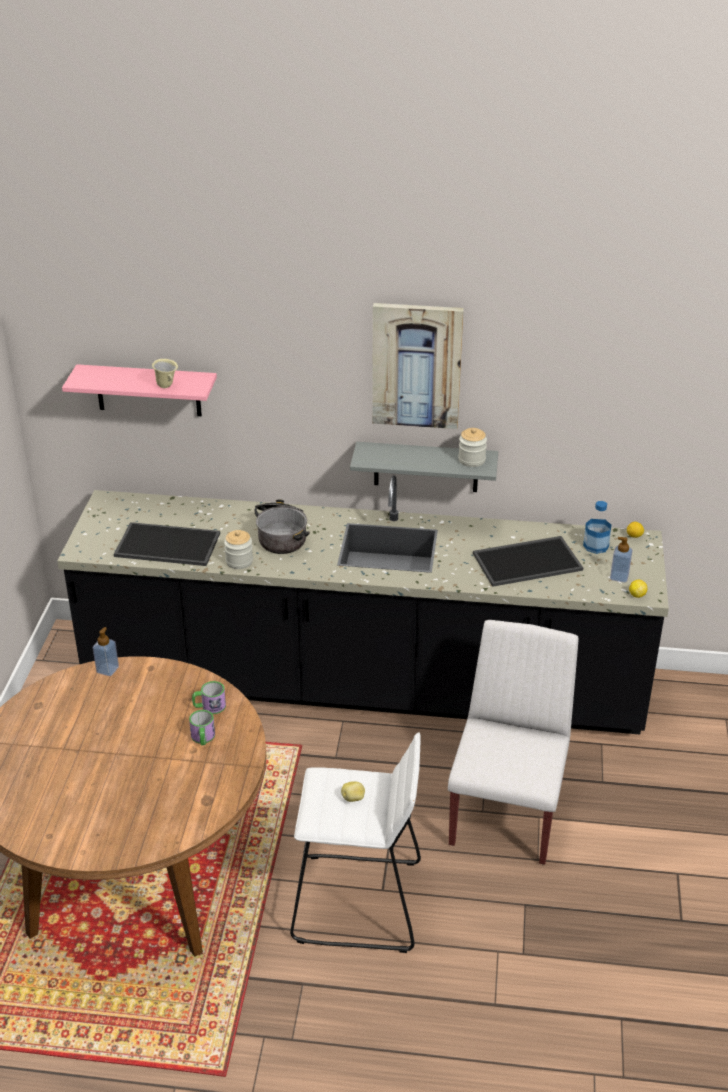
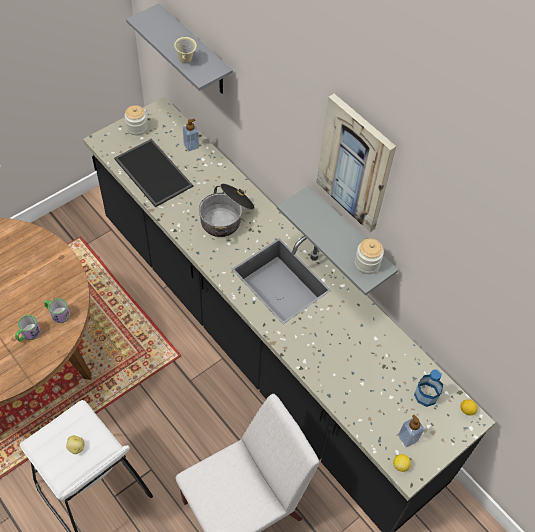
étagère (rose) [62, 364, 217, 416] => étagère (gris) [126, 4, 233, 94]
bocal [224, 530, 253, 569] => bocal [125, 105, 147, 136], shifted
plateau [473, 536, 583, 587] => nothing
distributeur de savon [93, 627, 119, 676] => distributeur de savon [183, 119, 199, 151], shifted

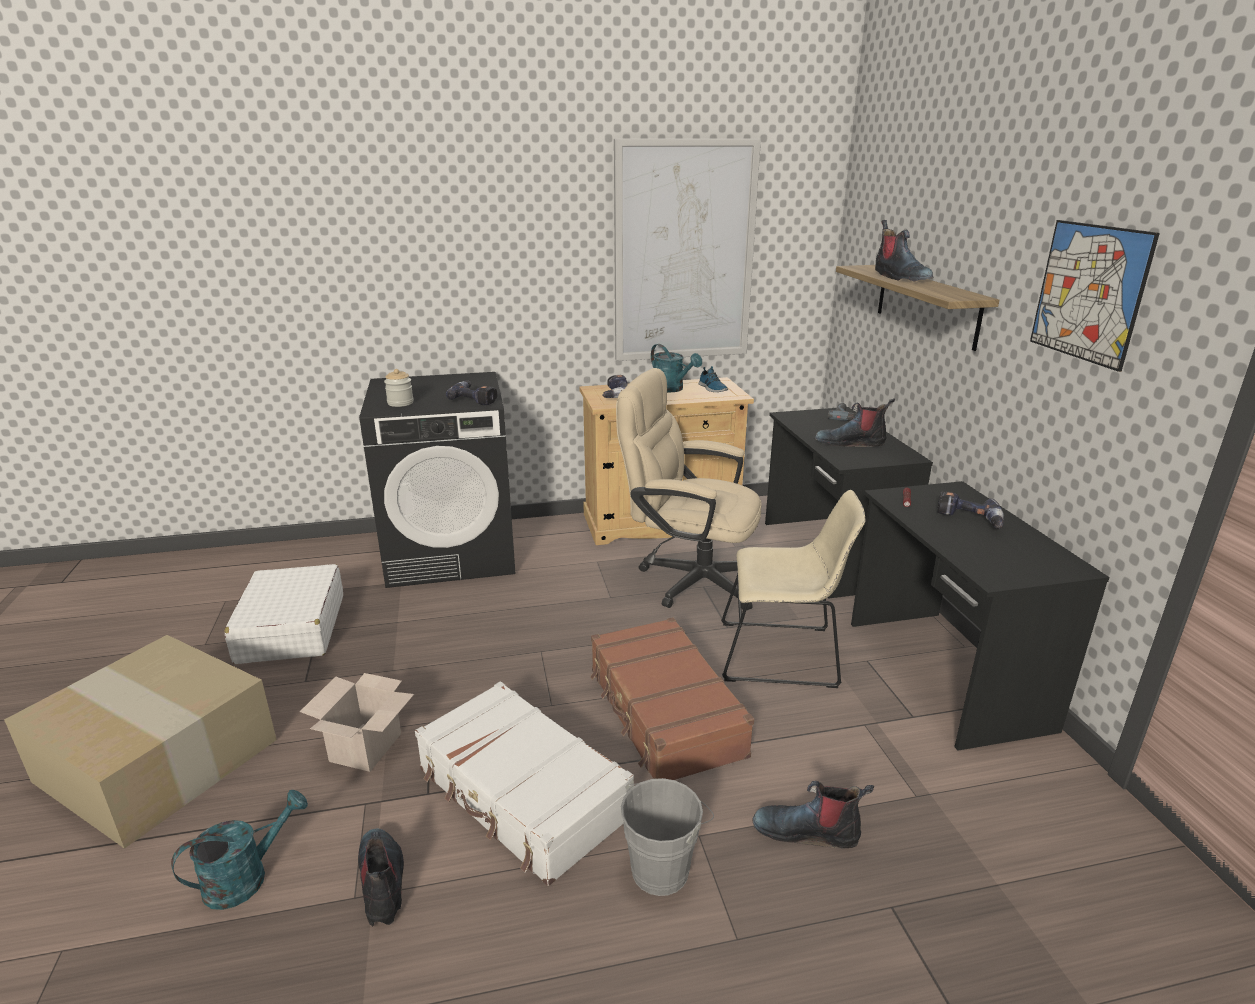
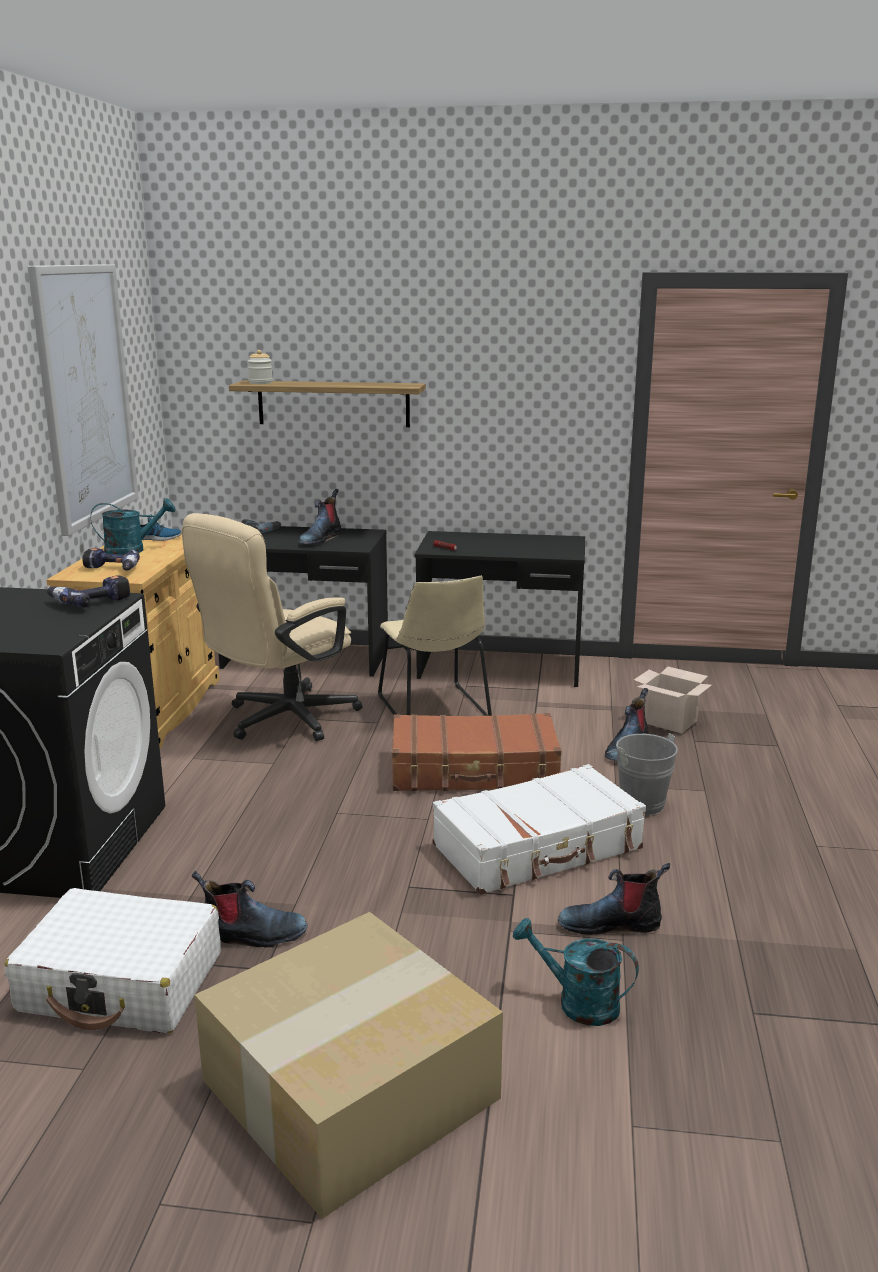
botte [875, 220, 934, 282] => botte [192, 871, 307, 948], shifted
tableau [1030, 220, 1160, 372] => nothing
bocal [384, 369, 414, 407] => bocal [248, 350, 273, 384], shifted
chaise (beige) [721, 490, 865, 688] => chaise (beige) [378, 576, 492, 716], 135 degrees clockwise
perceuse [937, 492, 1004, 529] => nothing
carton [300, 673, 414, 772] => carton [634, 667, 712, 734], shifted
arrosoir (turquoise) [171, 790, 308, 910] => arrosoir (turquoise) [513, 918, 639, 1026], 45 degrees counterclockwise

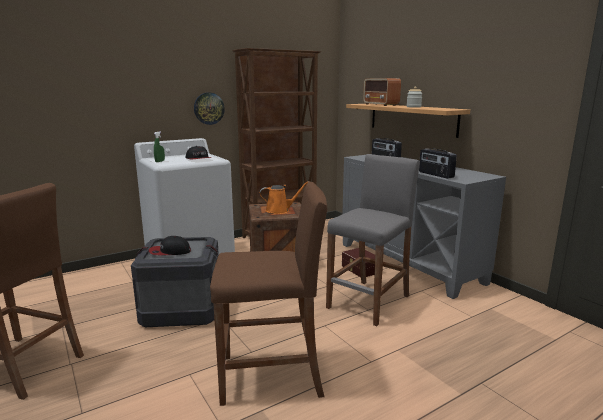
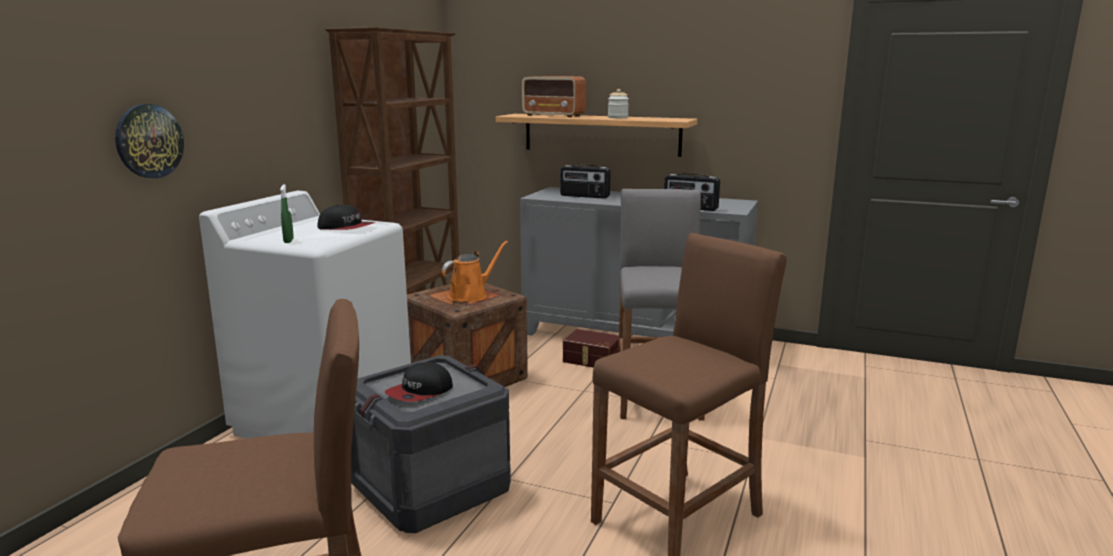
horloge murale [194, 93, 225, 125] => horloge murale [115, 104, 184, 178], shifted

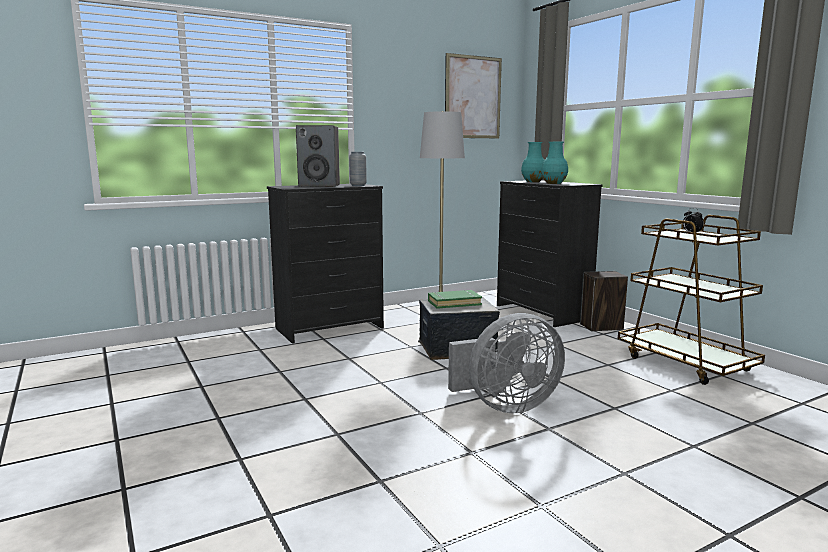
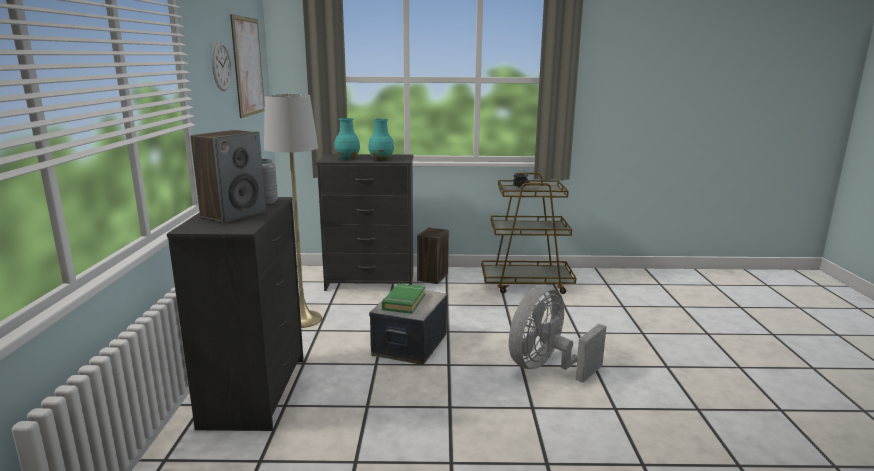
ventilateur (gris) [448, 313, 565, 414] => ventilateur (gris) [509, 286, 607, 383], 150 degrees counterclockwise
nothing => horloge murale [212, 41, 231, 91]

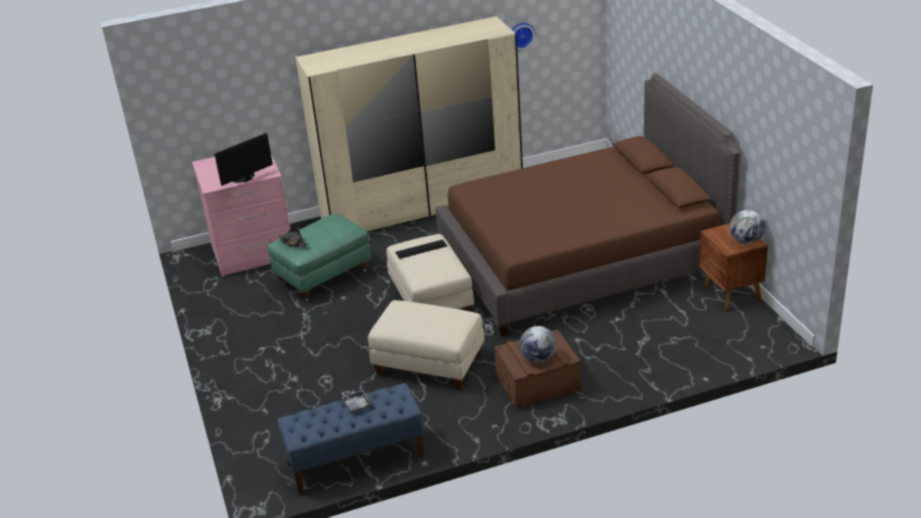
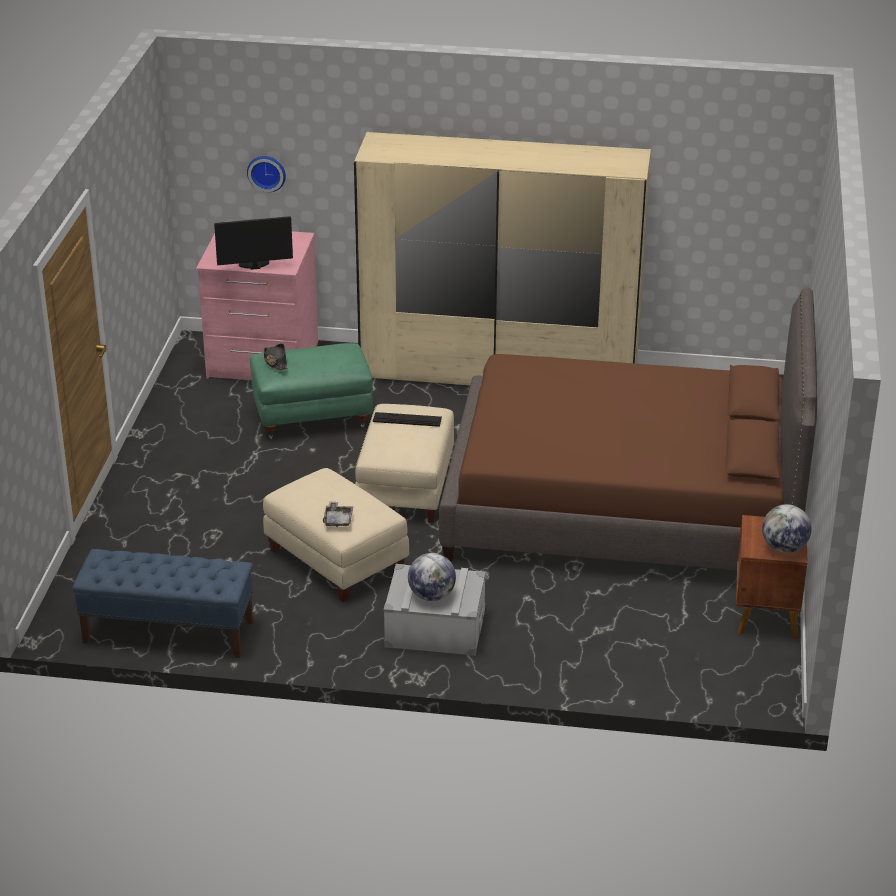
horloge murale [511, 23, 535, 51] => horloge murale [247, 156, 286, 192], shifted
boîte de rangement (marron) [494, 329, 581, 409] => boîte de rangement (gris) [384, 564, 486, 656]
plateau (gris) [342, 390, 371, 413] => plateau (gris) [323, 501, 353, 527], shifted

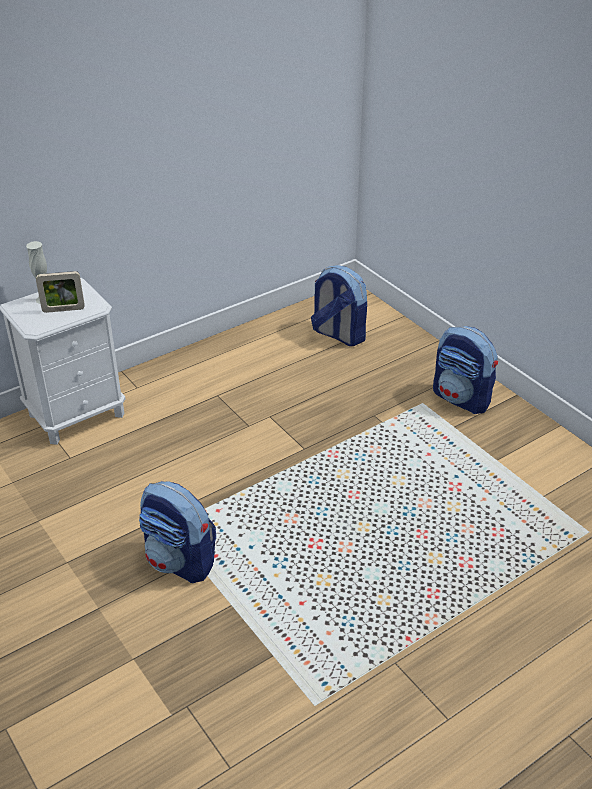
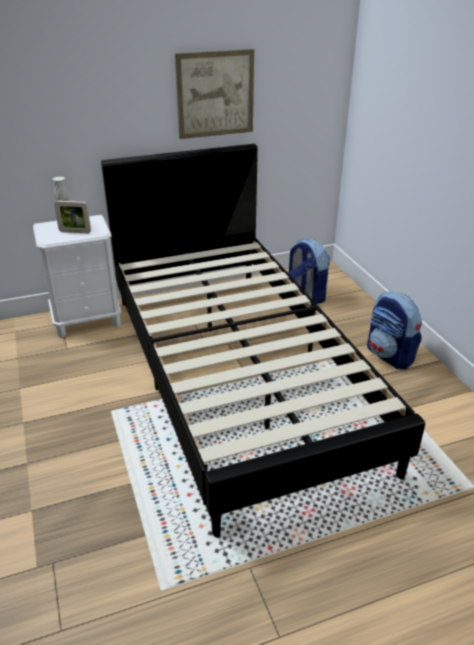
sac à dos [139, 481, 216, 583] => nothing
nothing => tableau [175, 49, 254, 139]
nothing => lit (noir) [101, 144, 425, 537]

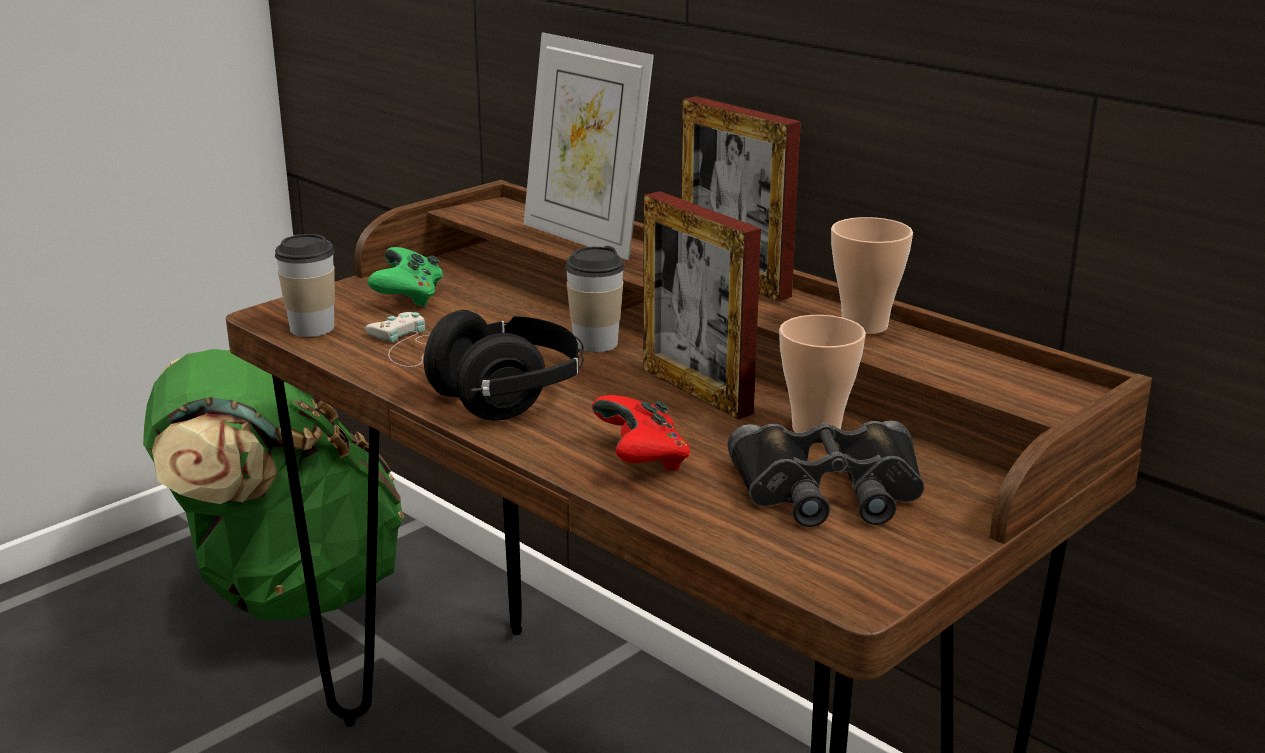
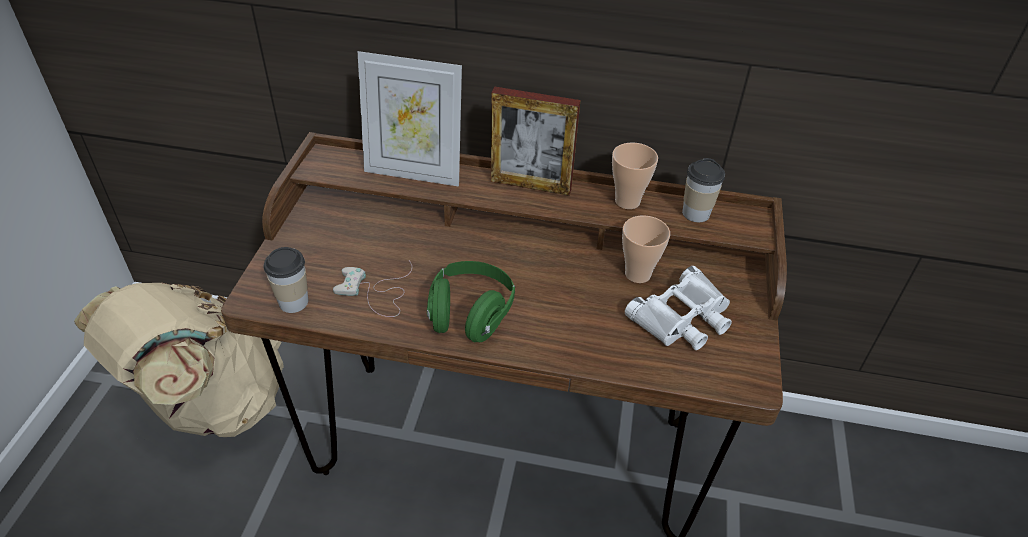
cadre photo [643, 191, 761, 419] => nothing
tasse [565, 246, 625, 352] => tasse [682, 158, 725, 222], shifted
manette (vert) [367, 247, 443, 307] => nothing
casque audio (noir) [424, 310, 584, 420] => casque audio (vert) [427, 261, 515, 342]
sac à dos (vert) [143, 349, 404, 621] => sac à dos (beige) [74, 283, 284, 437]
manette (rouge) [592, 395, 690, 471] => nothing
jumelles (noir) [727, 421, 924, 527] => jumelles (blanc) [625, 266, 732, 350]

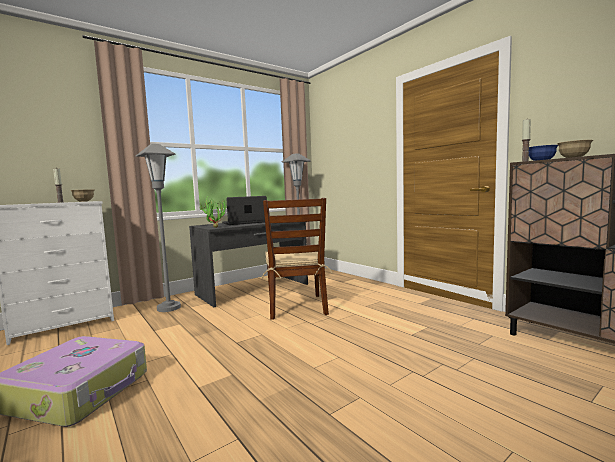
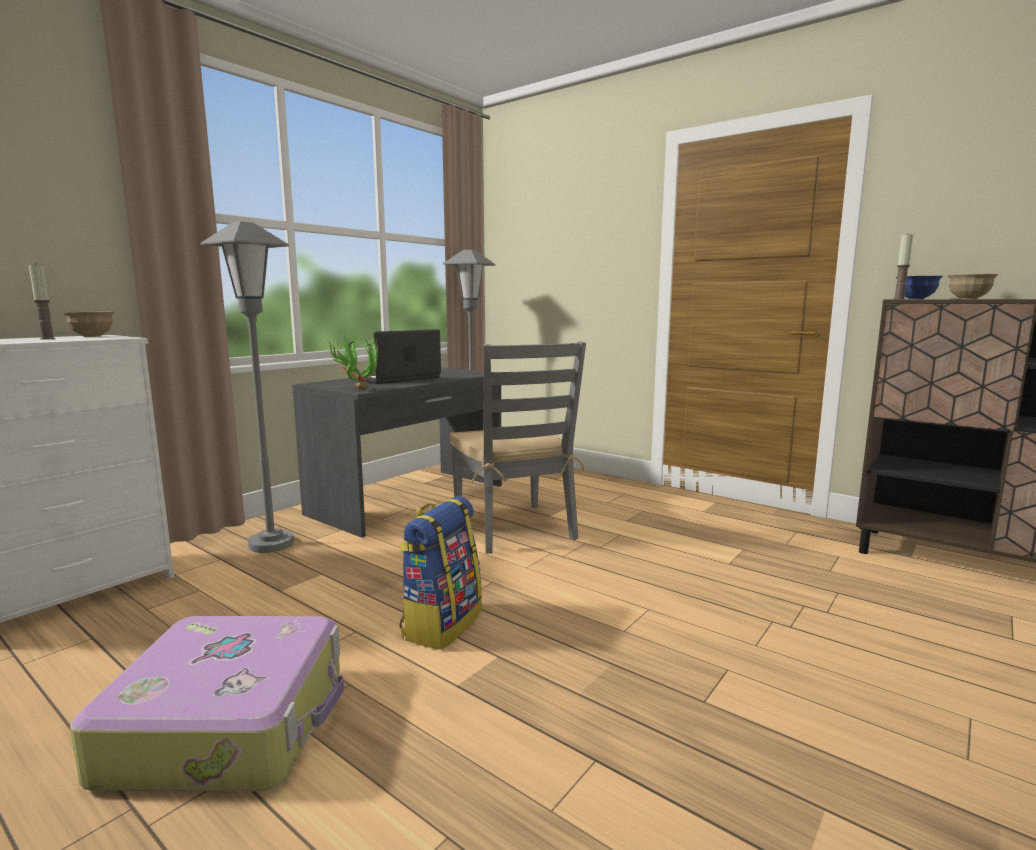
chaise (marron) [262, 198, 332, 320] => chaise (gris) [450, 341, 586, 554]
nothing => sac à dos [399, 496, 482, 650]

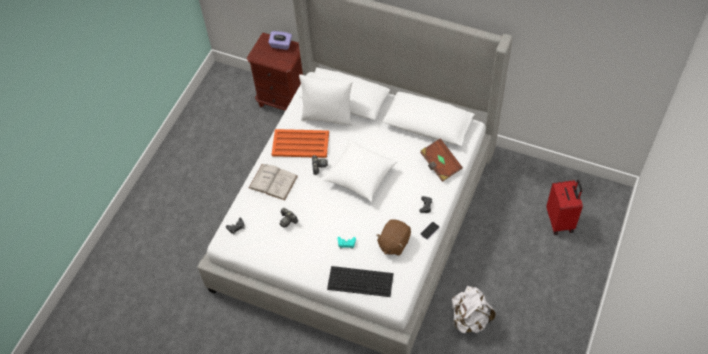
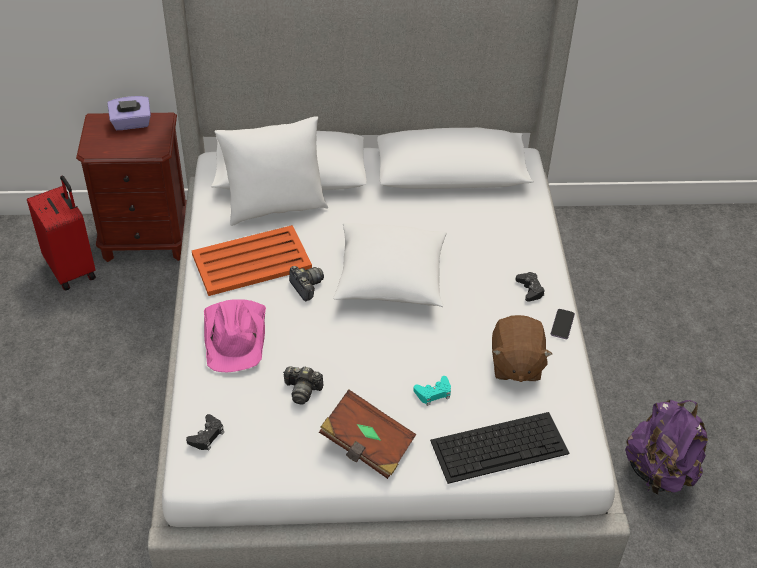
livre (marron) [420, 138, 463, 182] => livre (marron) [319, 389, 416, 479], shifted
livre (blanc) [249, 164, 298, 200] => chapeau (rose) [204, 299, 266, 372]
valise (rouge) [546, 180, 583, 235] => valise (rouge) [27, 176, 96, 291], shifted
sac à dos (blanc) [452, 286, 496, 333] => sac à dos (violet) [625, 400, 708, 495]

